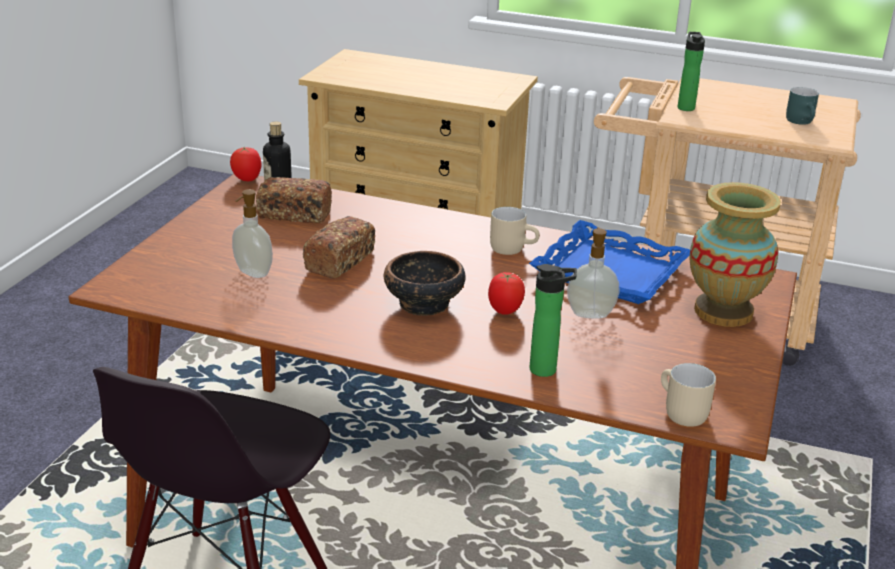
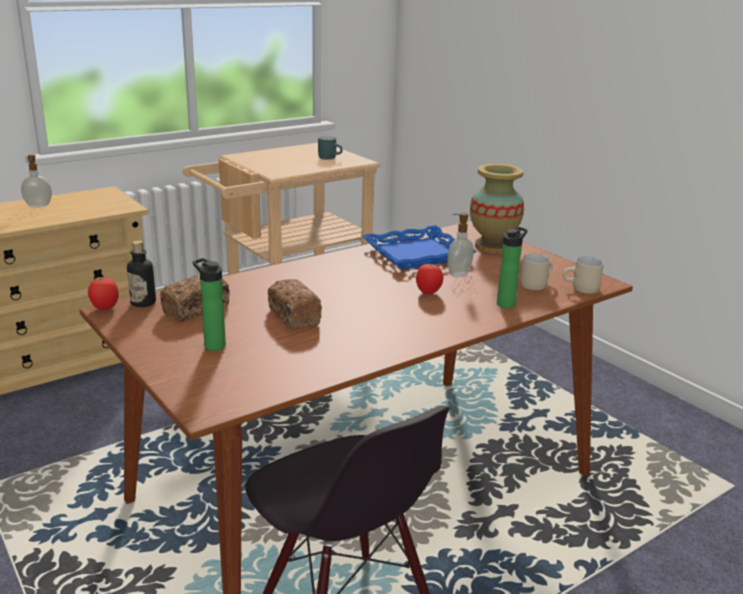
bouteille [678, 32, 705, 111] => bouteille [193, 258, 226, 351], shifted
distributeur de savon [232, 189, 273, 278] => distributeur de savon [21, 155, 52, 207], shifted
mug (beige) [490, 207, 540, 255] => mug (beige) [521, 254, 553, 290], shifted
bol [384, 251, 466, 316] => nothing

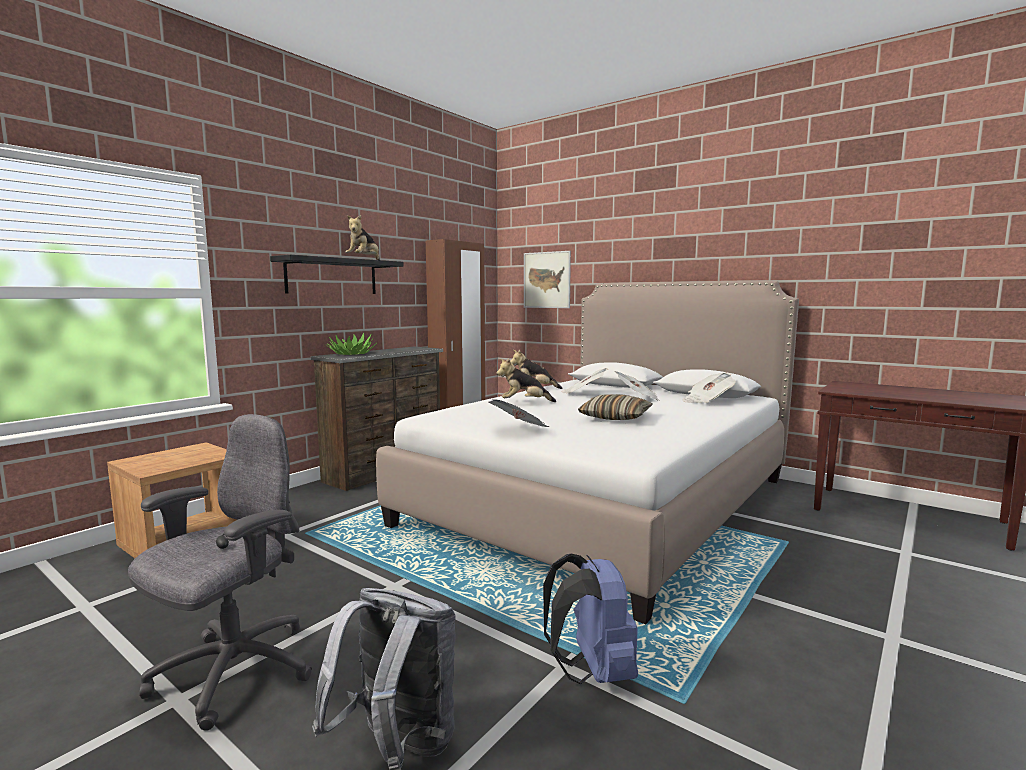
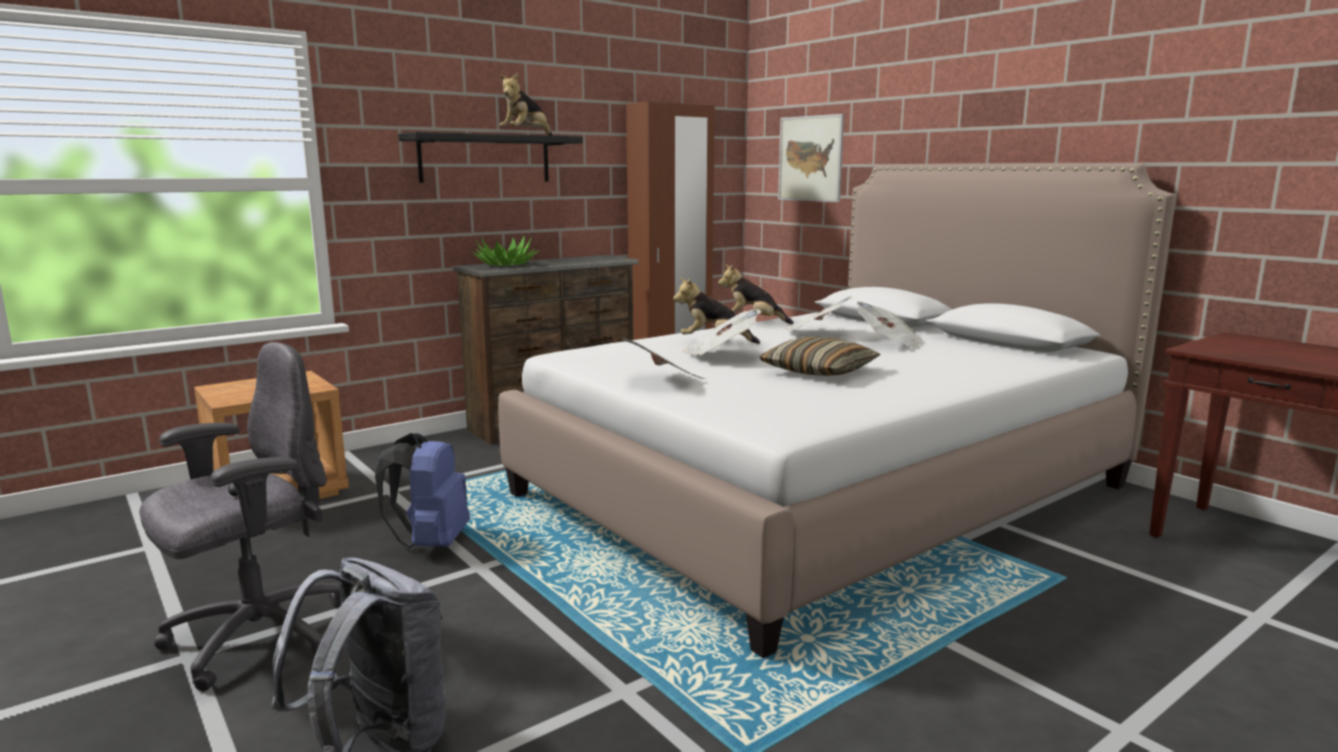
journal [683, 373, 736, 403] => journal [682, 309, 762, 356], shifted
sac à dos (bleu) [543, 554, 638, 684] => sac à dos (bleu) [375, 433, 470, 548], shifted

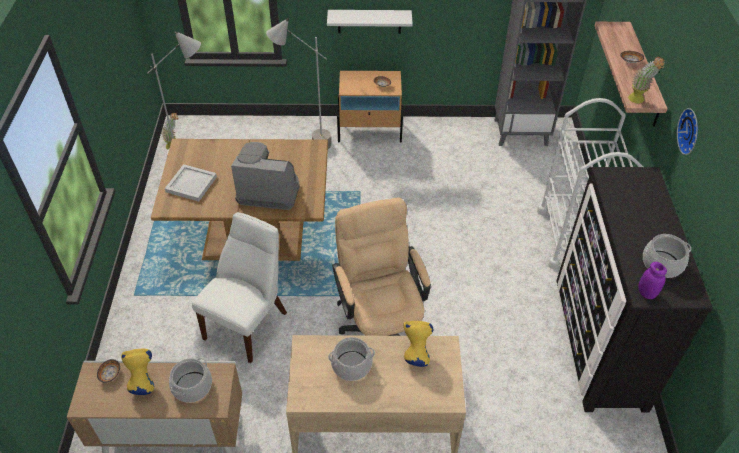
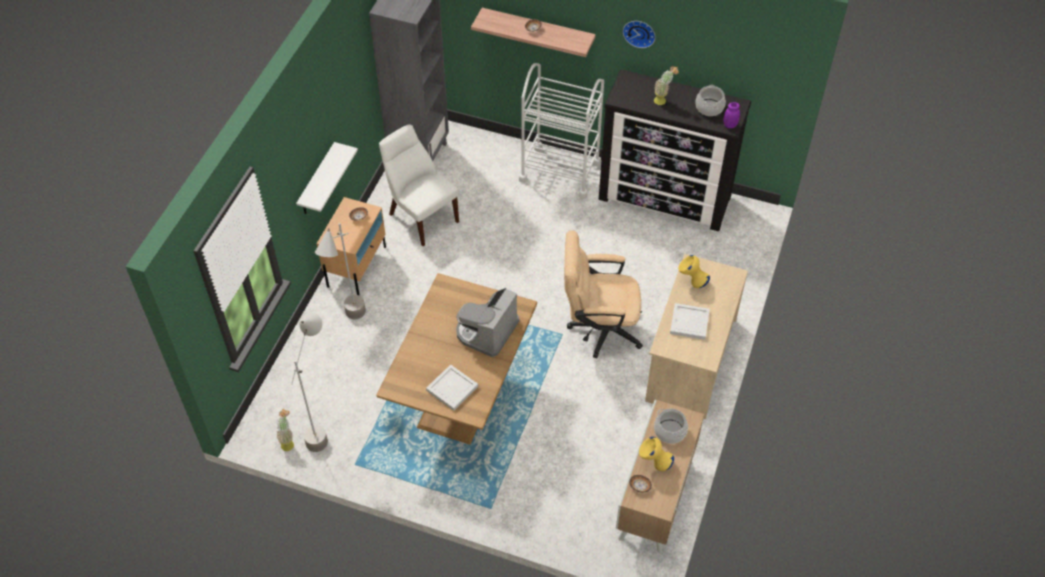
plante en pot [628, 57, 665, 104] => plante en pot [654, 66, 679, 105], shifted
chaise (blanc) [192, 212, 287, 363] => chaise (blanc) [379, 124, 459, 246], shifted
marmite [328, 337, 375, 381] => plateau (blanc) [670, 303, 710, 340]

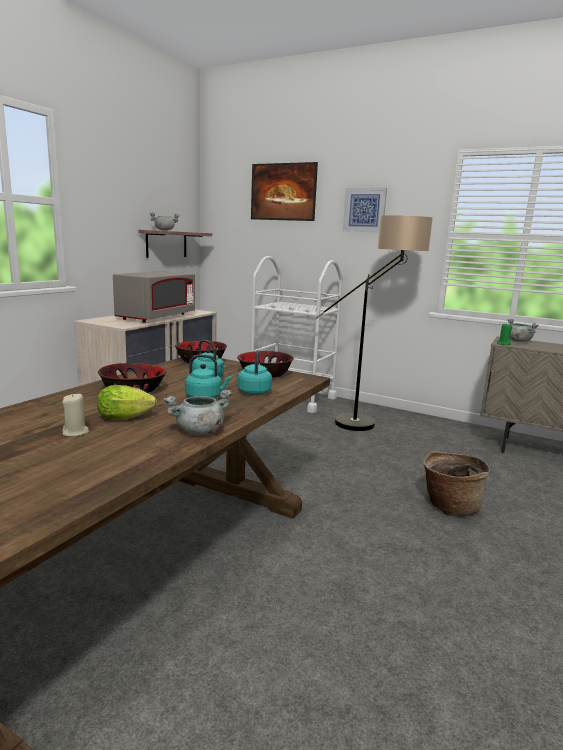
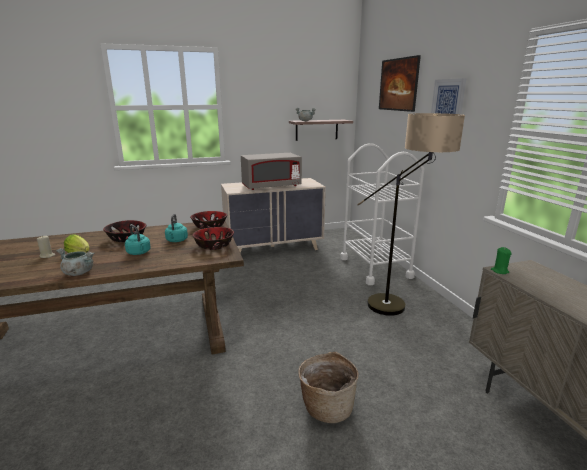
marmite (gris) [507, 319, 539, 342] => nothing
bouilloire (turquoise) [238, 350, 272, 395] => nothing

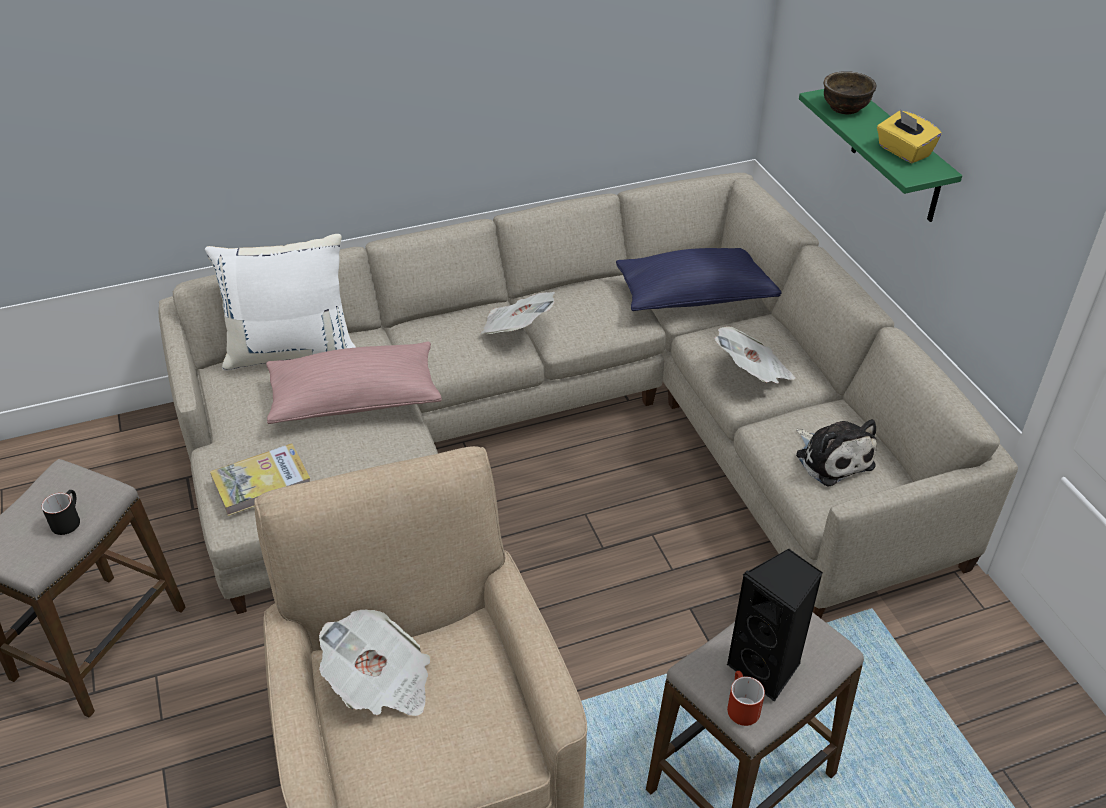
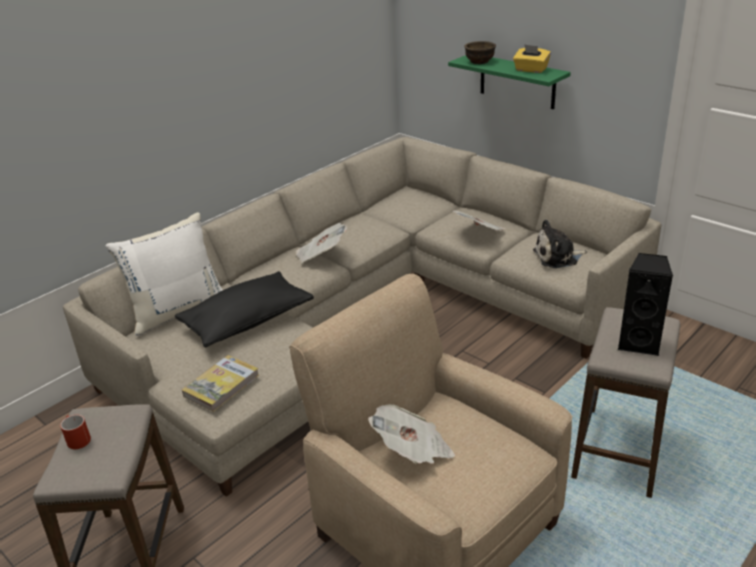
coussin (bleu) [616, 248, 782, 311] => nothing
coussin (rose) [266, 342, 442, 424] => coussin (noir) [175, 271, 314, 348]
peluche [796, 419, 877, 487] => peluche [533, 219, 587, 268], 135 degrees clockwise
mug (noir) [41, 490, 80, 535] => nothing
mug (rouge) [727, 671, 765, 726] => mug (rouge) [60, 415, 91, 449], shifted

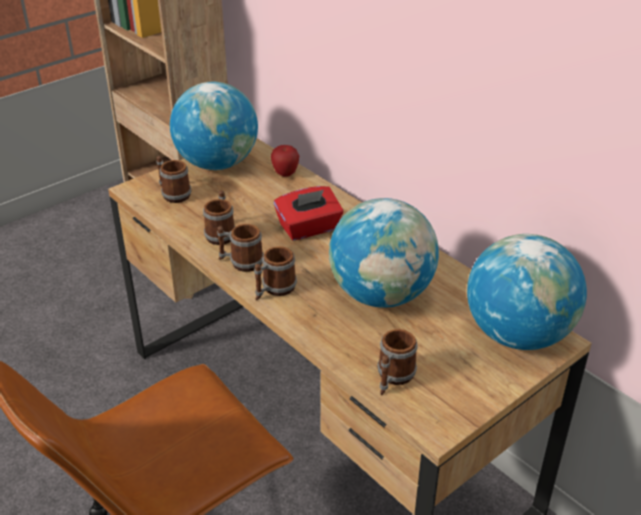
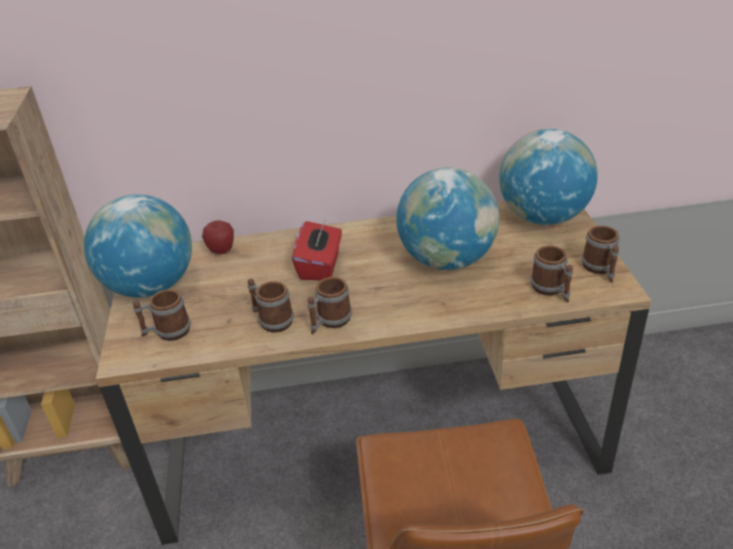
mug [254, 246, 297, 300] => mug [582, 226, 620, 283], shifted

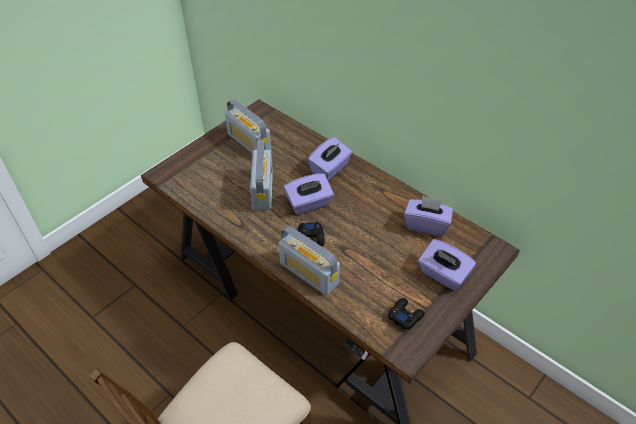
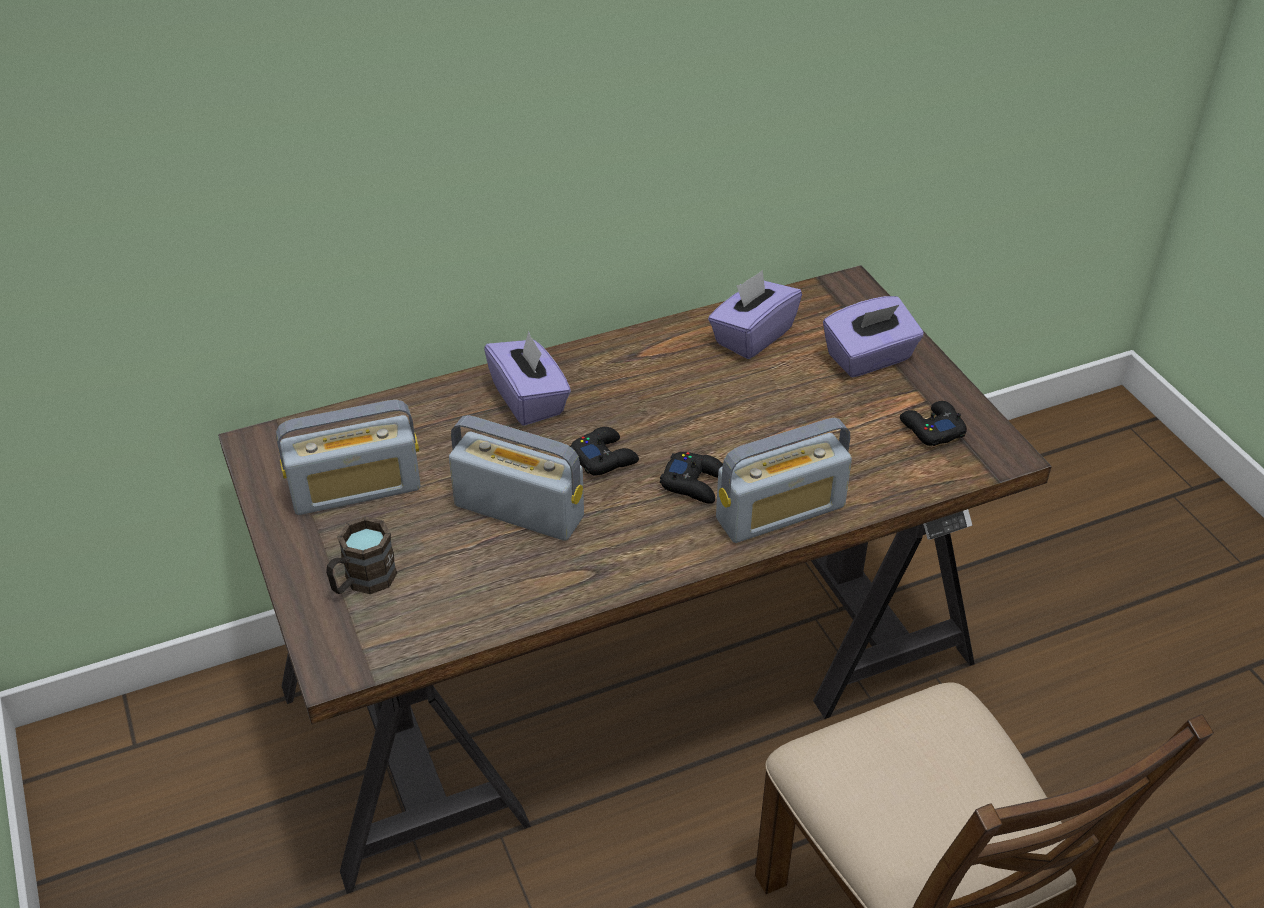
boîte à mouchoirs (violet) [284, 173, 334, 215] => manette (noir) [570, 427, 639, 476]
nothing => mug (marron) [326, 516, 397, 594]

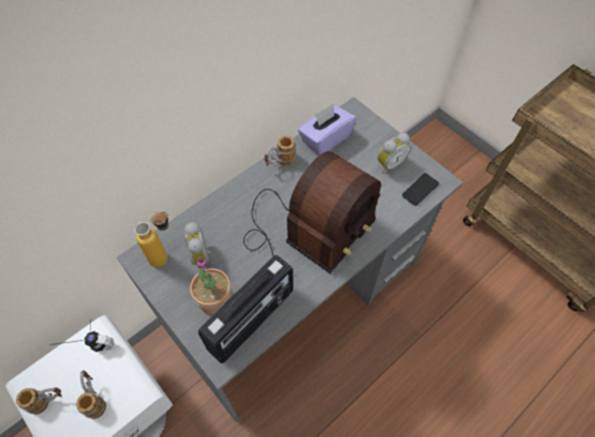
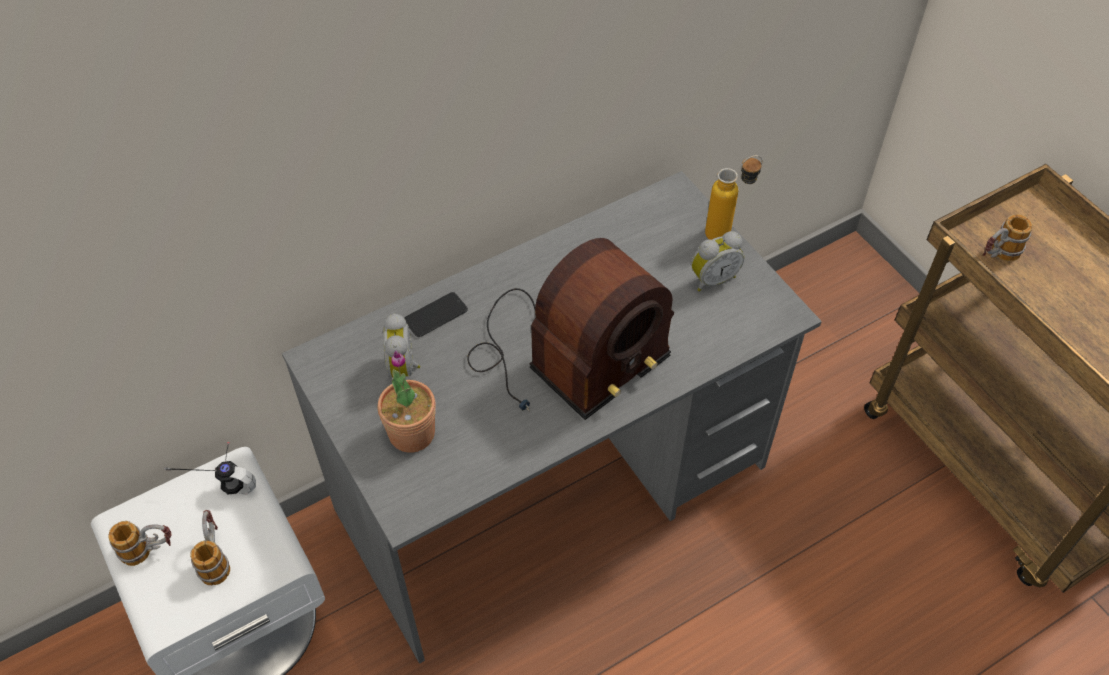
boîte à mouchoirs (violet) [298, 104, 357, 156] => nothing
mug [264, 136, 296, 166] => mug [982, 214, 1033, 261], shifted
téléphone [402, 173, 439, 206] => téléphone [404, 292, 468, 337], shifted
bouteille [134, 211, 169, 267] => bouteille [705, 155, 763, 240], shifted
radio [198, 255, 293, 363] => nothing

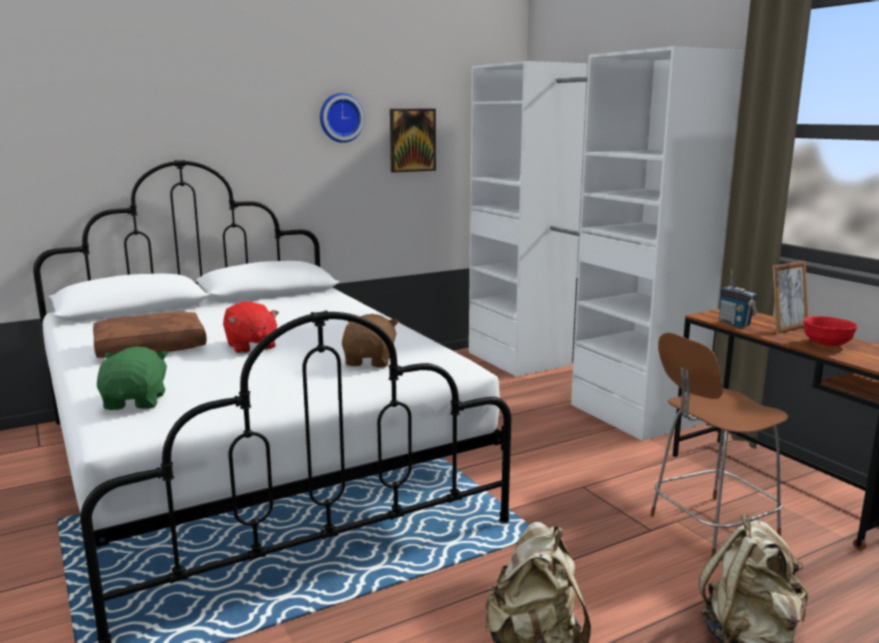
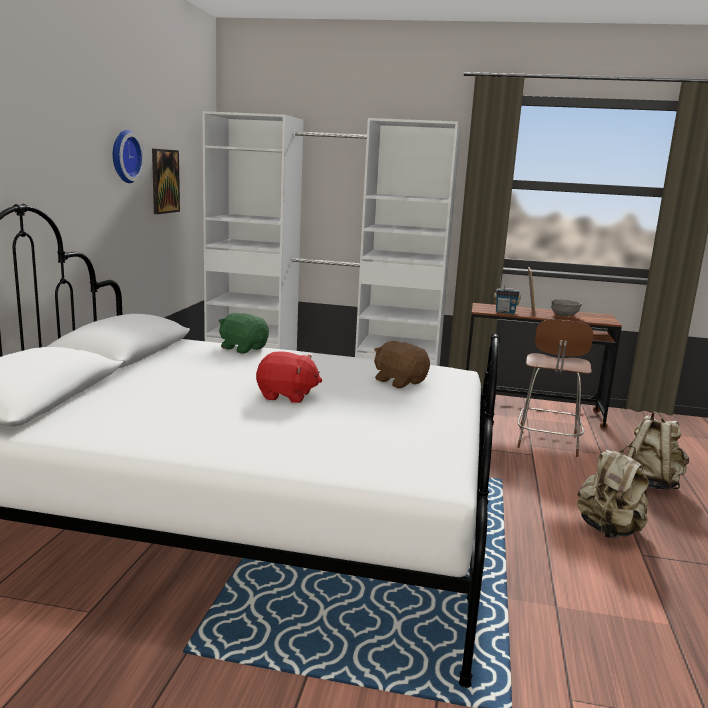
coussin (marron) [93, 311, 207, 358] => nothing
bol (rouge) [804, 316, 858, 346] => bol (gris) [551, 299, 582, 316]
peluche (vert) [97, 346, 169, 410] => peluche (vert) [218, 313, 269, 353], shifted

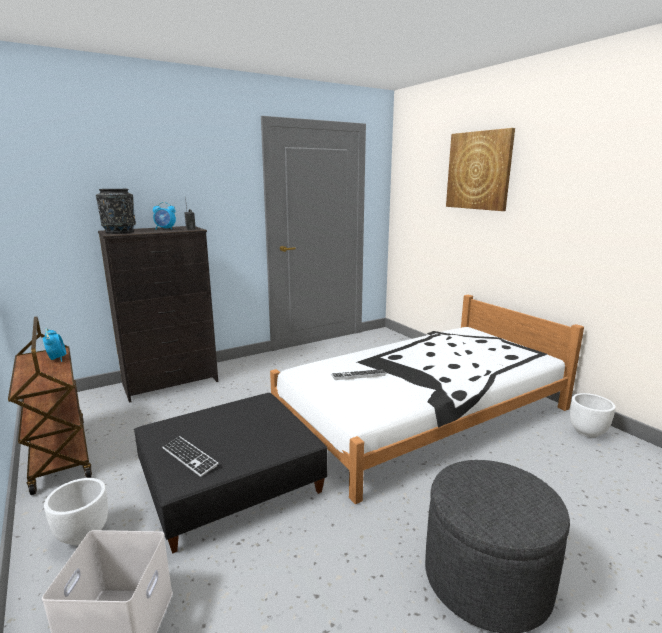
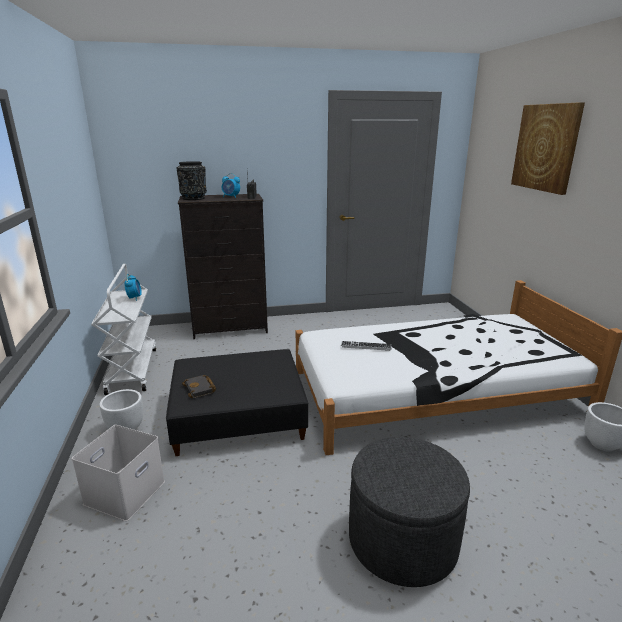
chariot (marron) [8, 316, 92, 495] => chariot (blanc) [91, 264, 156, 395]
clavier [162, 436, 219, 477] => livre (noir) [182, 375, 216, 398]

